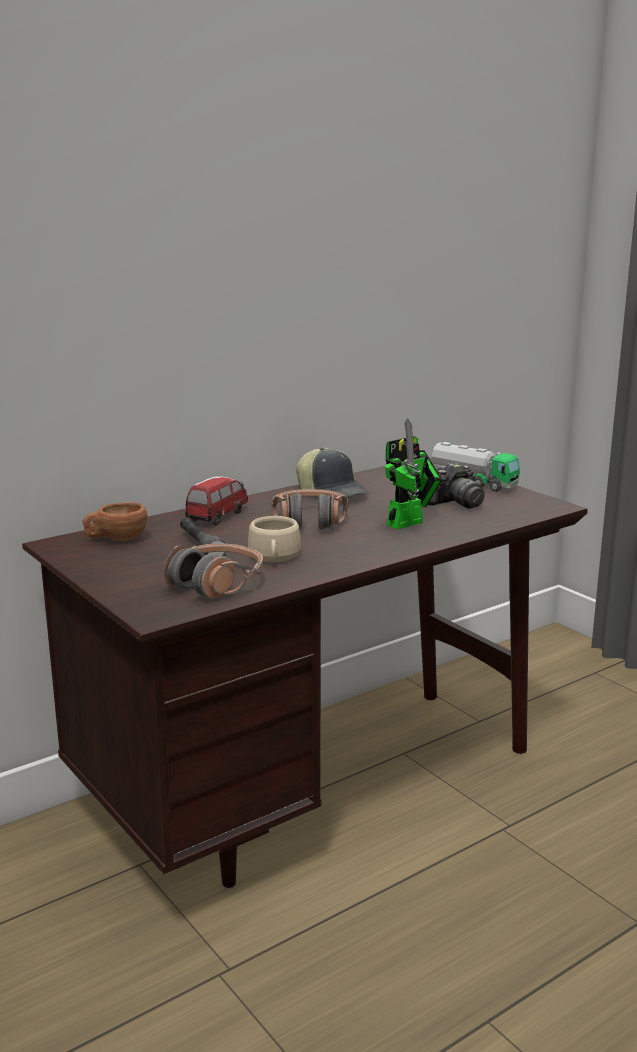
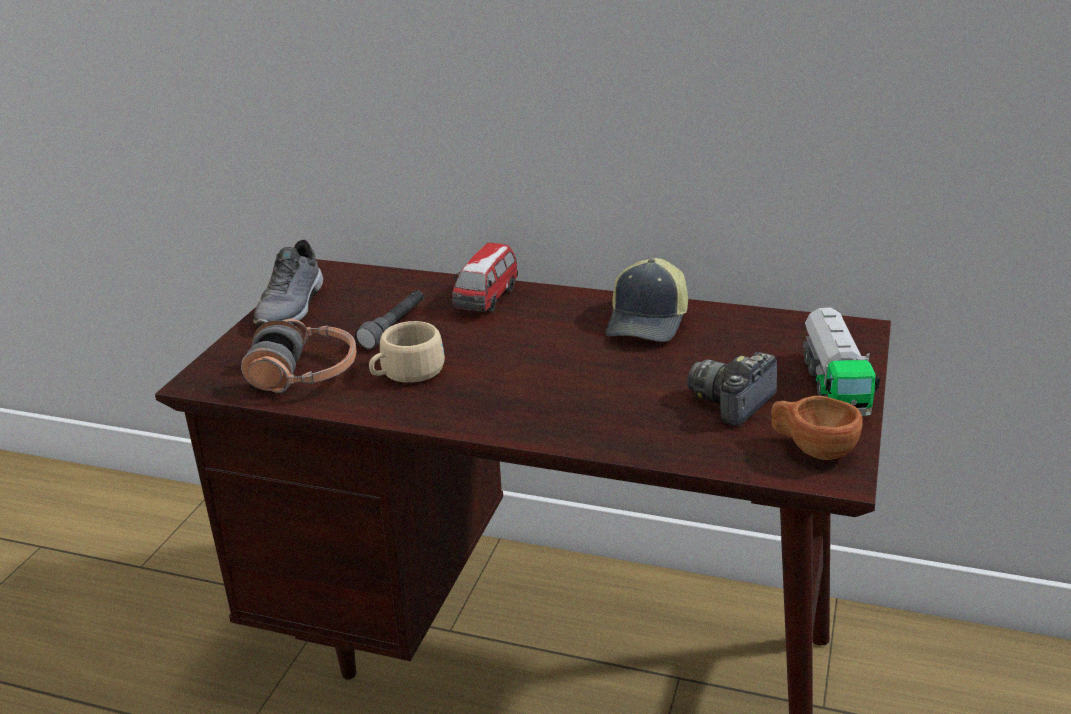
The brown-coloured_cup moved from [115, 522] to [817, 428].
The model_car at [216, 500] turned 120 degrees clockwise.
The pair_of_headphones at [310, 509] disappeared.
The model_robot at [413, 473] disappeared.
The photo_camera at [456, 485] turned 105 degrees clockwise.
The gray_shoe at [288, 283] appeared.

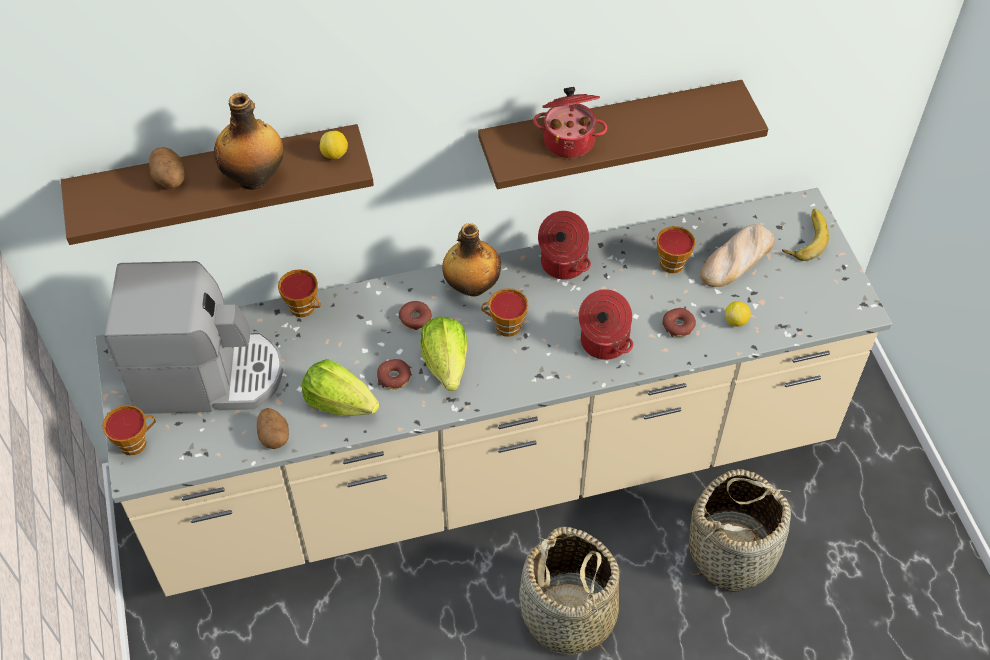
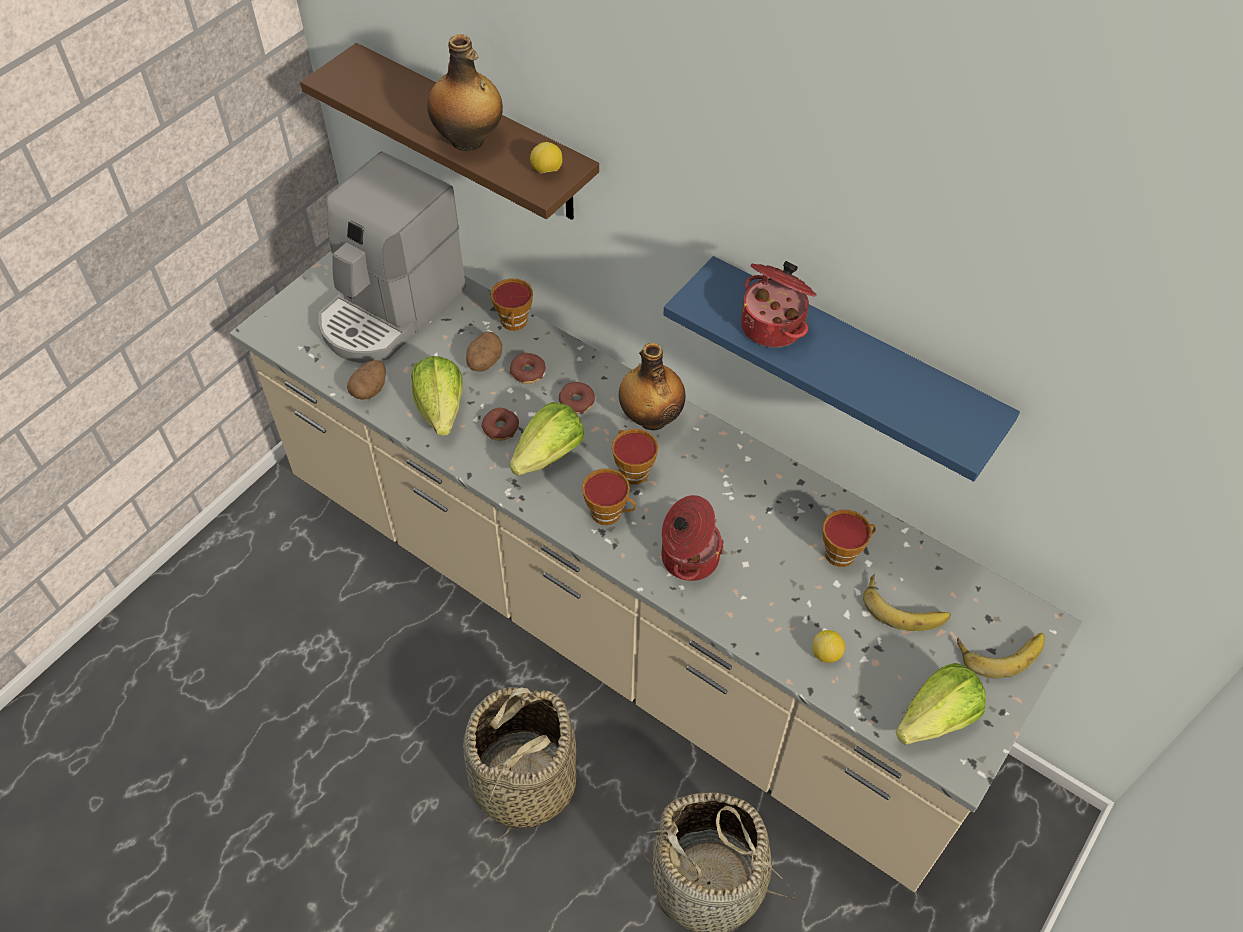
The cup moved from [129, 430] to [609, 497].
The coffee_brewer at [194, 337] turned 75 degrees clockwise.
The spud moved from [167, 168] to [484, 351].
The brown-coloured_bracket_shelf at [623, 134] became the blue-coloured_bracket_shelf at [841, 369].
The saucepot at [564, 245] disappeared.
The donut moved from [679, 322] to [527, 368].
The bakery_bread at [737, 255] was replaced by the whole_banana at [907, 602].
The lettuce at [941, 704] appeared.

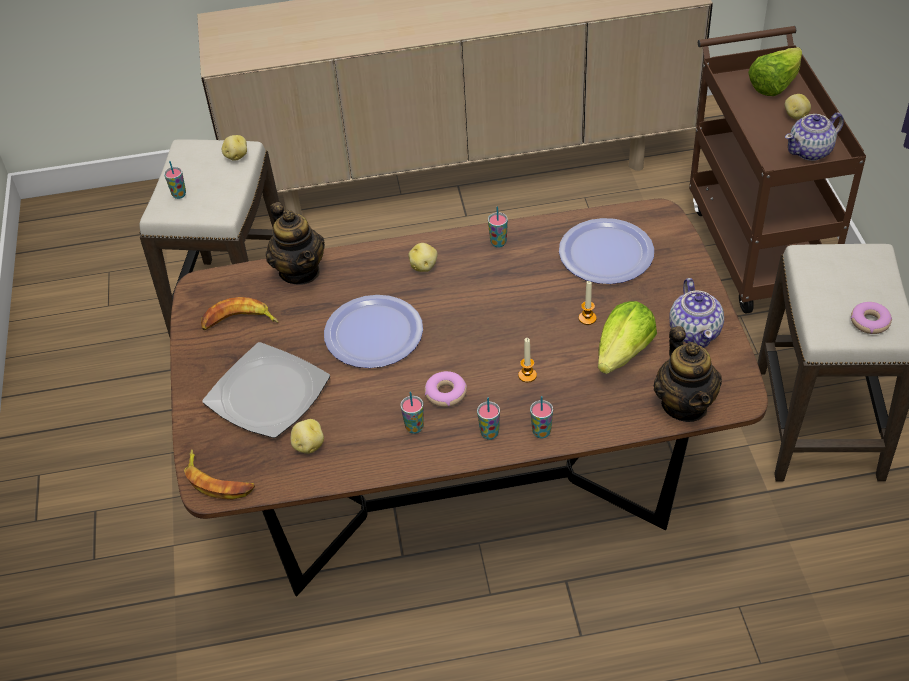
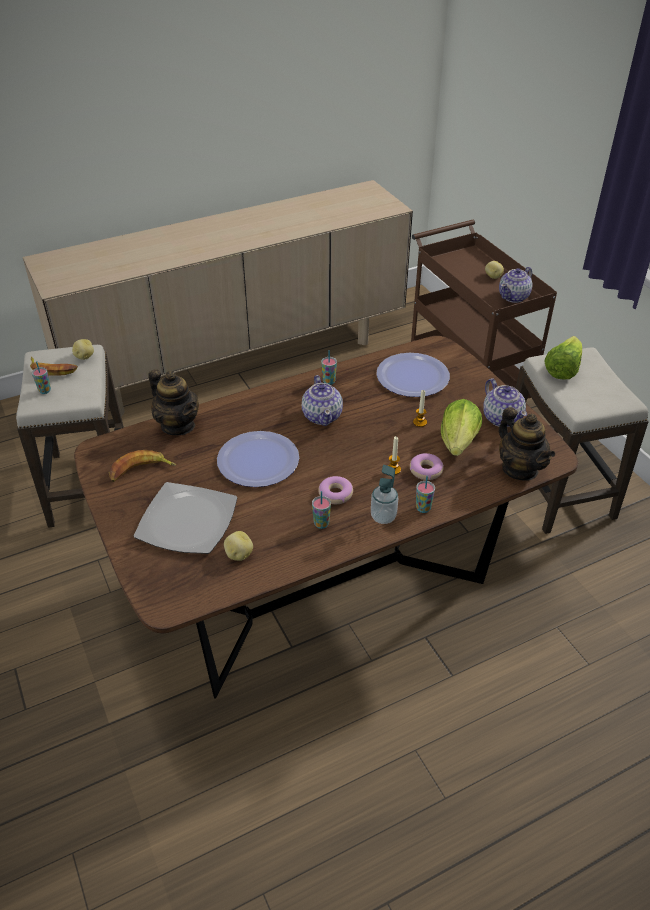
The whole_banana moved from [219, 474] to [54, 366].
The spud at [422, 257] disappeared.
The cup at [488, 419] was replaced by the soap_dispenser at [384, 494].
The lettuce moved from [775, 71] to [563, 358].
The donut moved from [871, 318] to [427, 466].
The tea_pot at [322, 400] appeared.

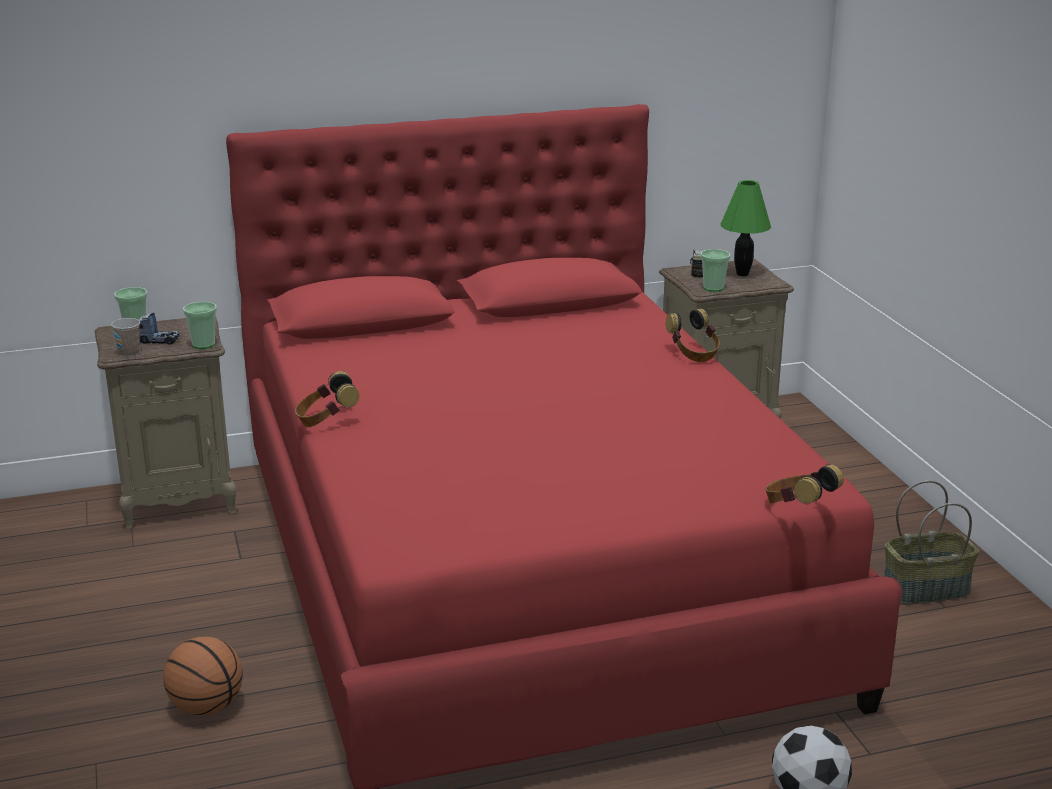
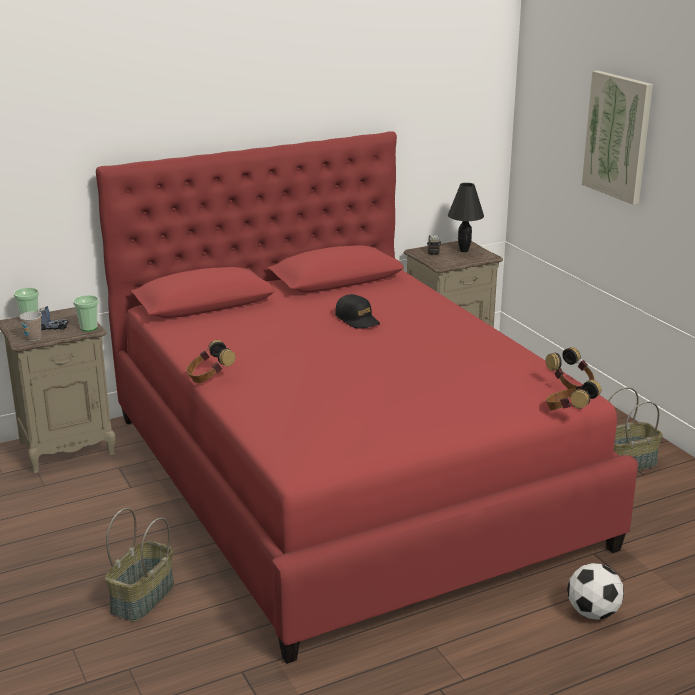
The basketball at [203, 676] was replaced by the basket at [139, 565].
The pair_of_headphones moved from [693, 335] to [570, 368].
The cup at [716, 270] disappeared.
The greenish_tabletop_lamp at [746, 228] became the blackish_tabletop_lamp at [466, 217].
The blackish_baseball_cap at [357, 311] appeared.
The picture at [617, 138] appeared.

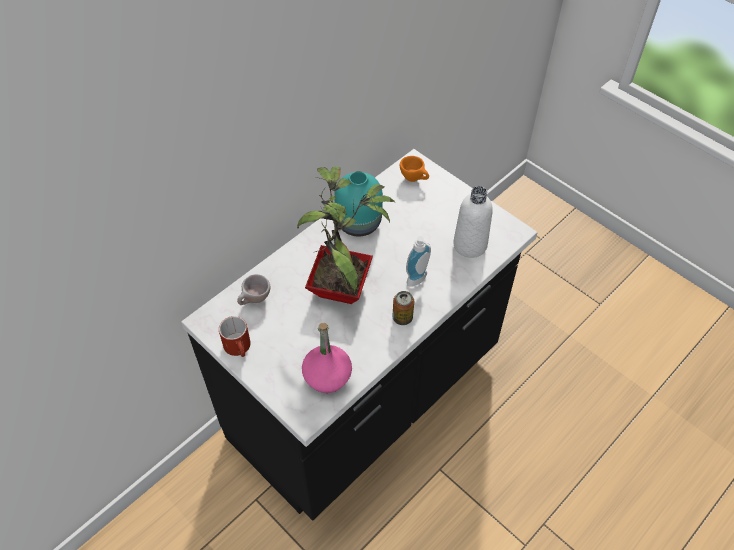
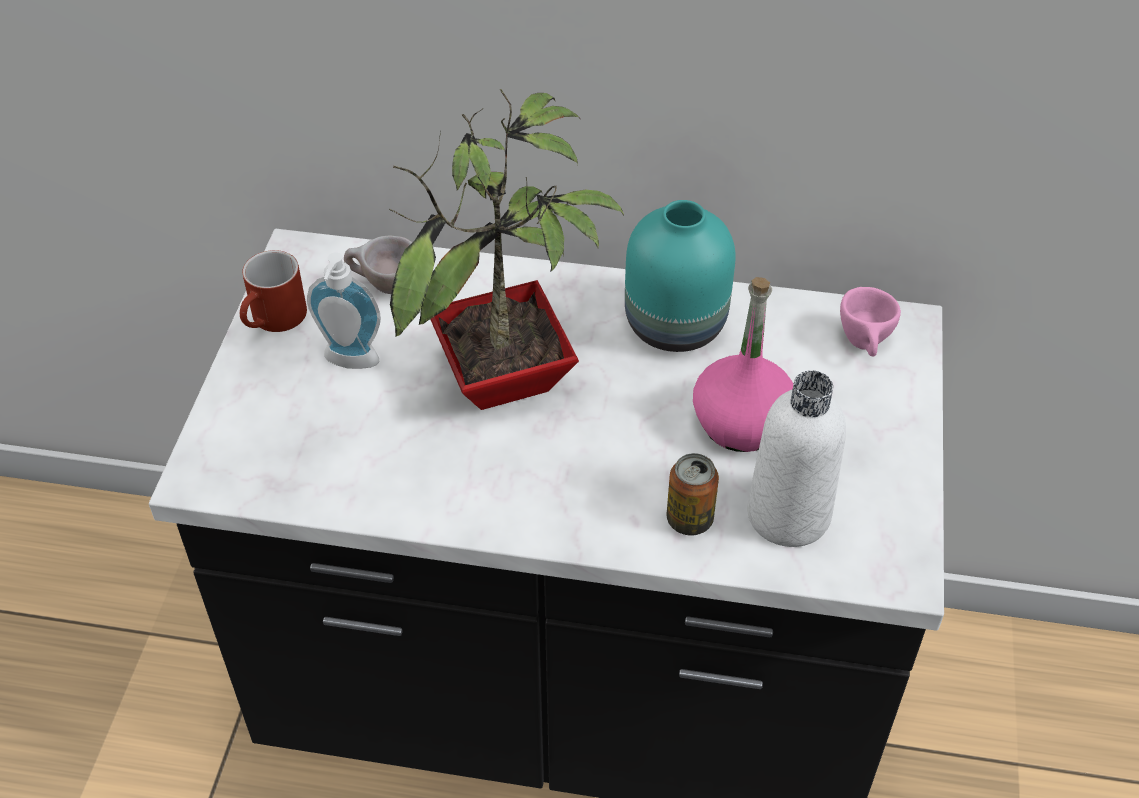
The pinkish_bottle moved from [327, 358] to [743, 364].
The sealed_can moved from [403, 308] to [693, 494].
The orange-coloured_cup at [414, 169] became the pinkish_cup at [870, 321].
The soap_dispenser moved from [418, 261] to [344, 310].

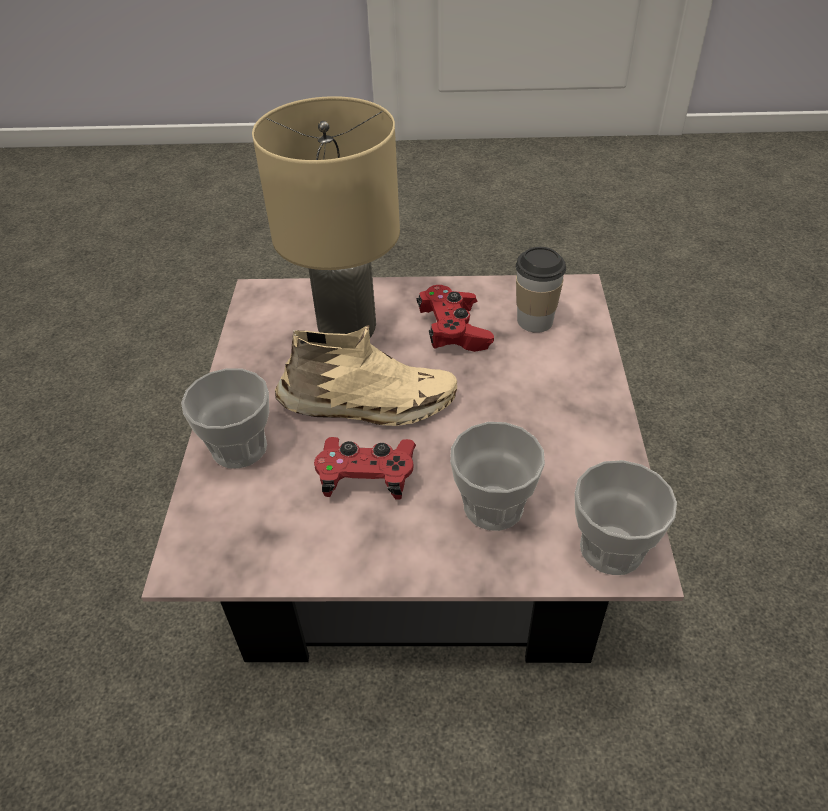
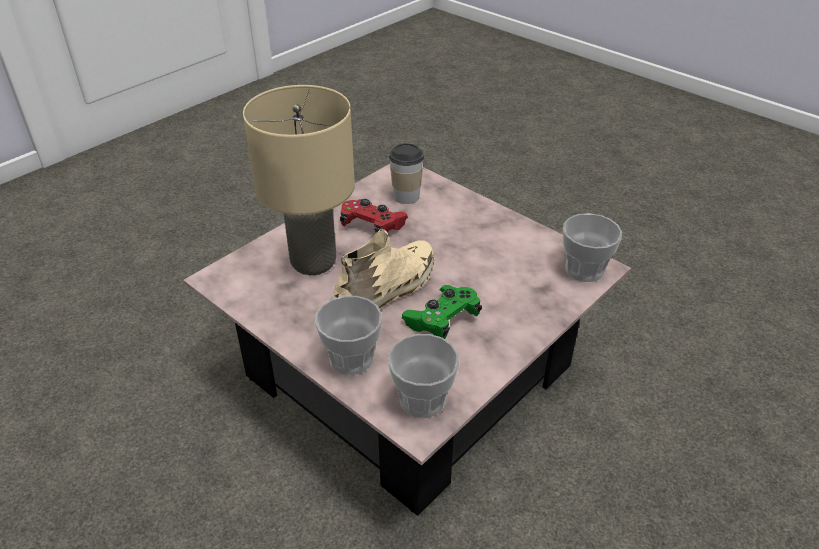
The reddish_gamepad at [365, 468] became the greenish_gamepad at [442, 312].
The cup moved from [497, 476] to [423, 376].

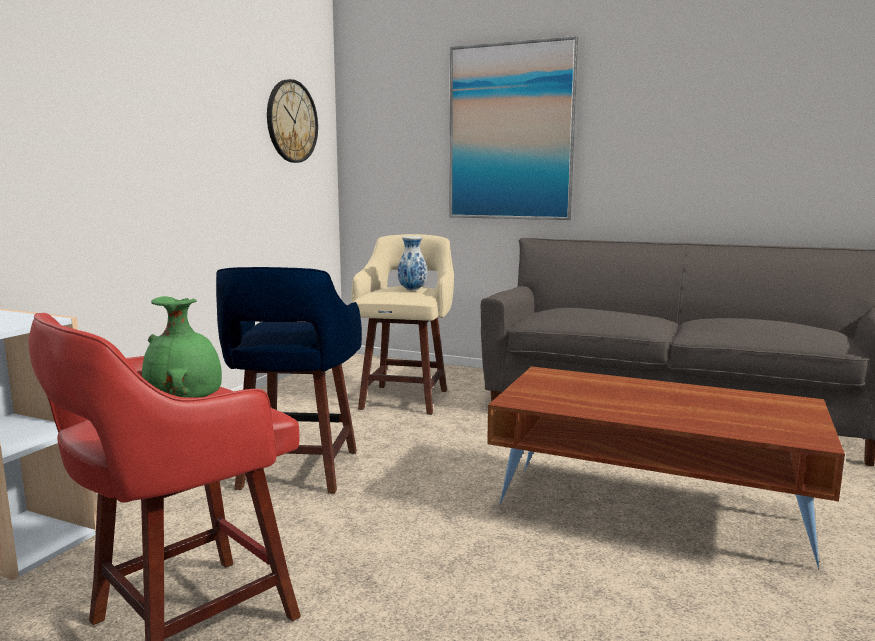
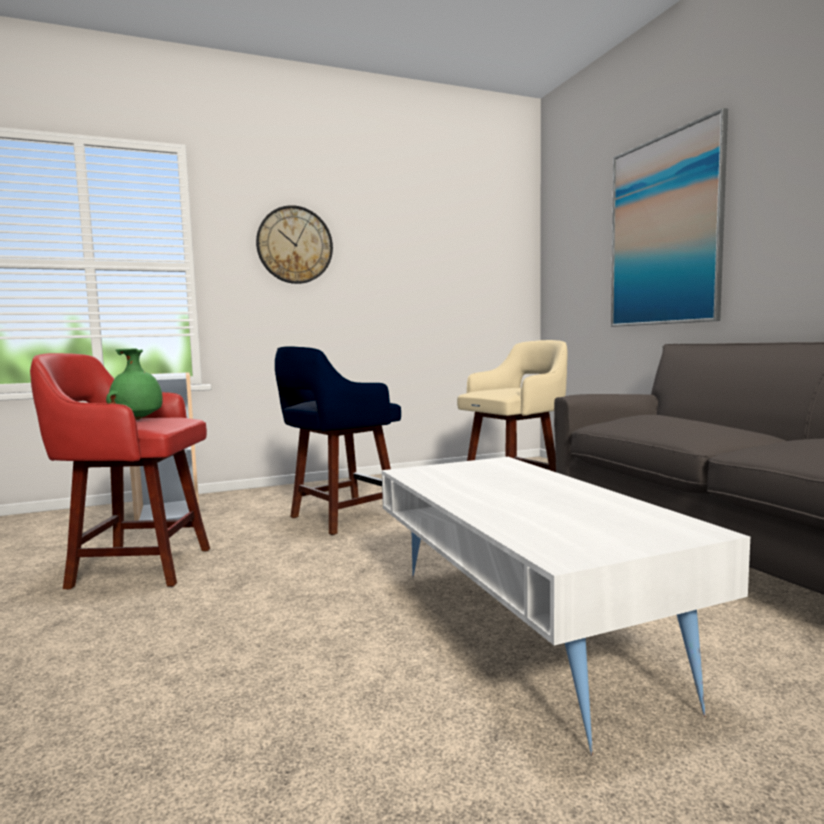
The wall_clock moved from [292, 121] to [294, 244].
The vase at [412, 263] disappeared.
The brown-coloured_low_table at [666, 467] became the white_low_table at [566, 606].

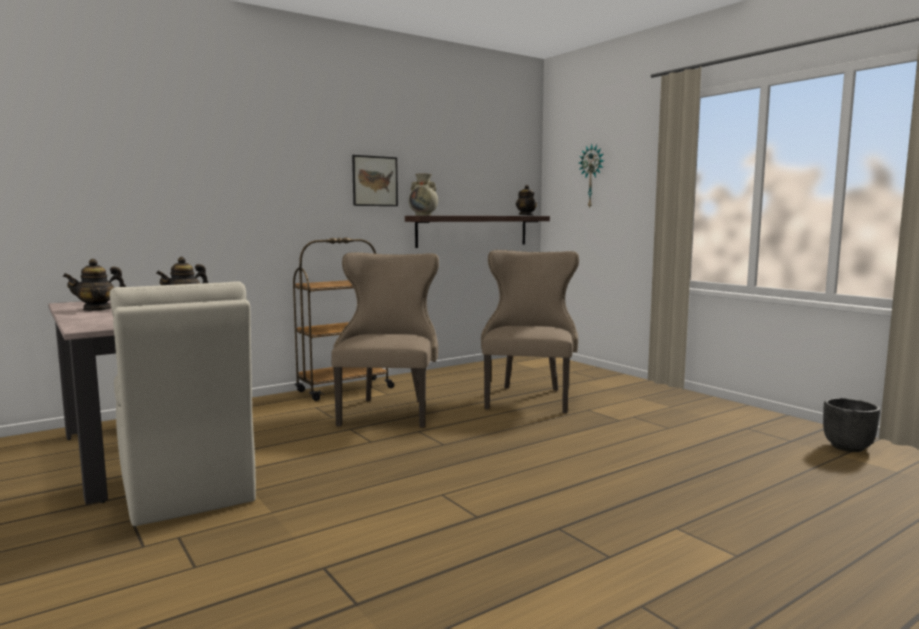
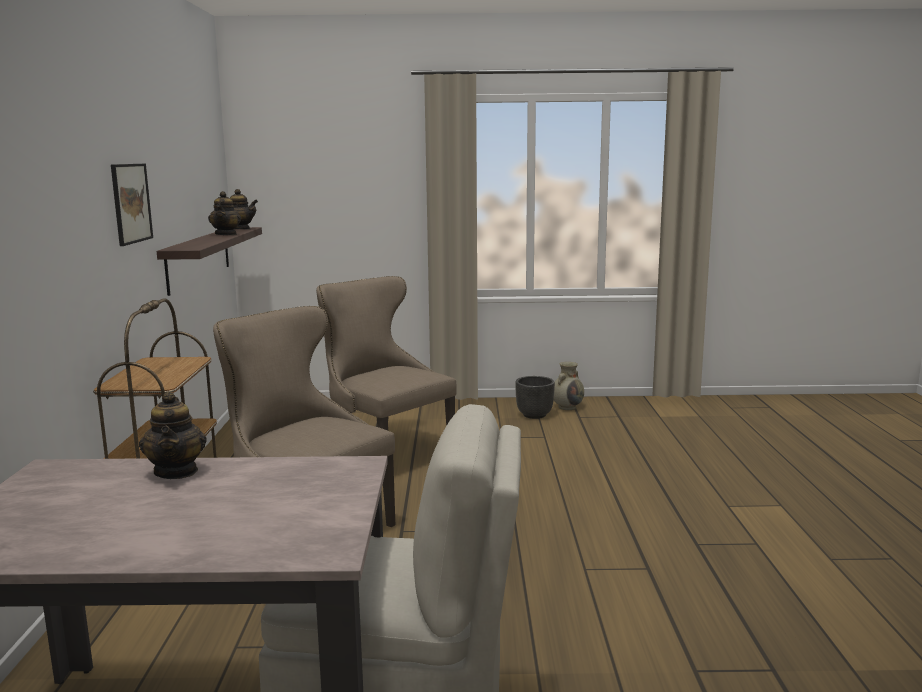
The tea_pot moved from [94, 285] to [224, 213].
The beige-coloured_vase moved from [423, 195] to [569, 386].
The wall_clock at [591, 176] disappeared.
The blackish_plant_pot moved from [851, 425] to [535, 397].

